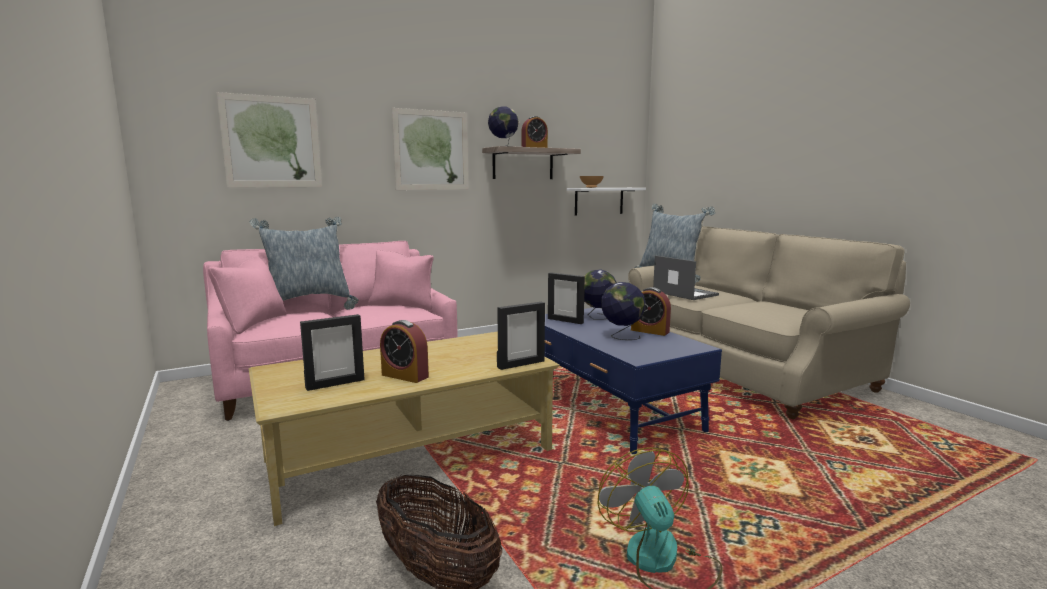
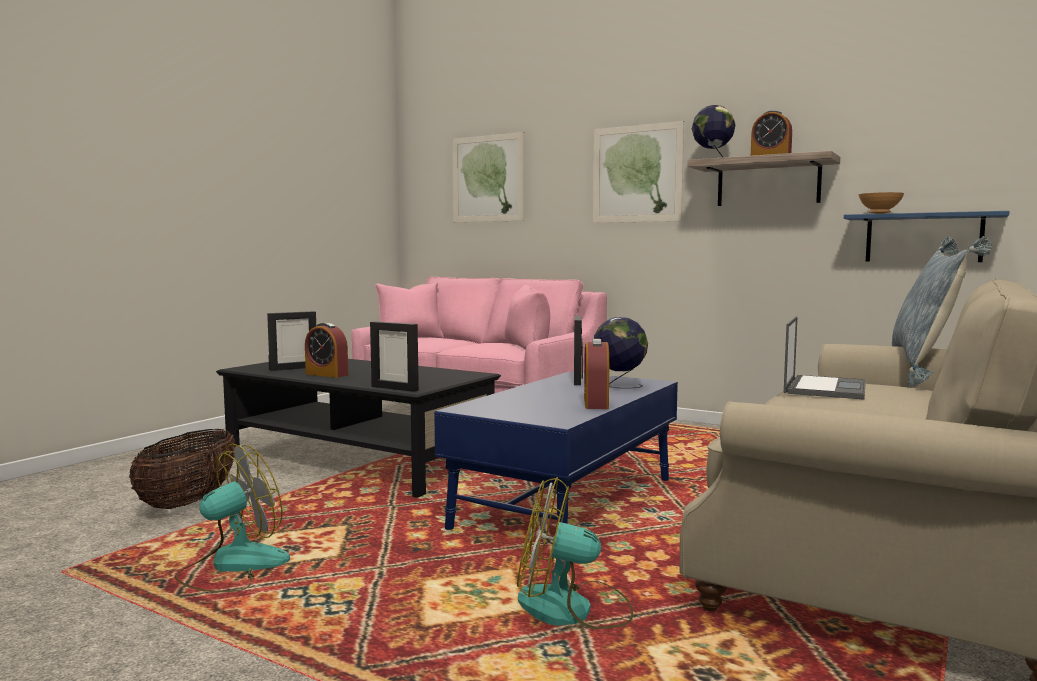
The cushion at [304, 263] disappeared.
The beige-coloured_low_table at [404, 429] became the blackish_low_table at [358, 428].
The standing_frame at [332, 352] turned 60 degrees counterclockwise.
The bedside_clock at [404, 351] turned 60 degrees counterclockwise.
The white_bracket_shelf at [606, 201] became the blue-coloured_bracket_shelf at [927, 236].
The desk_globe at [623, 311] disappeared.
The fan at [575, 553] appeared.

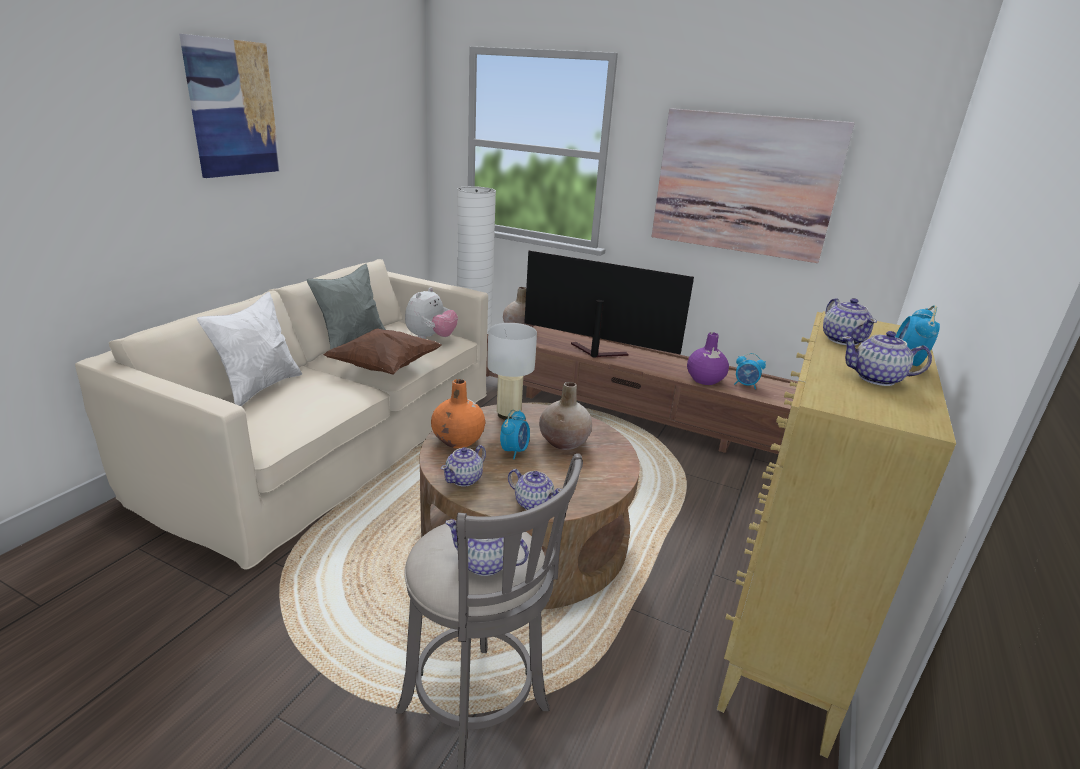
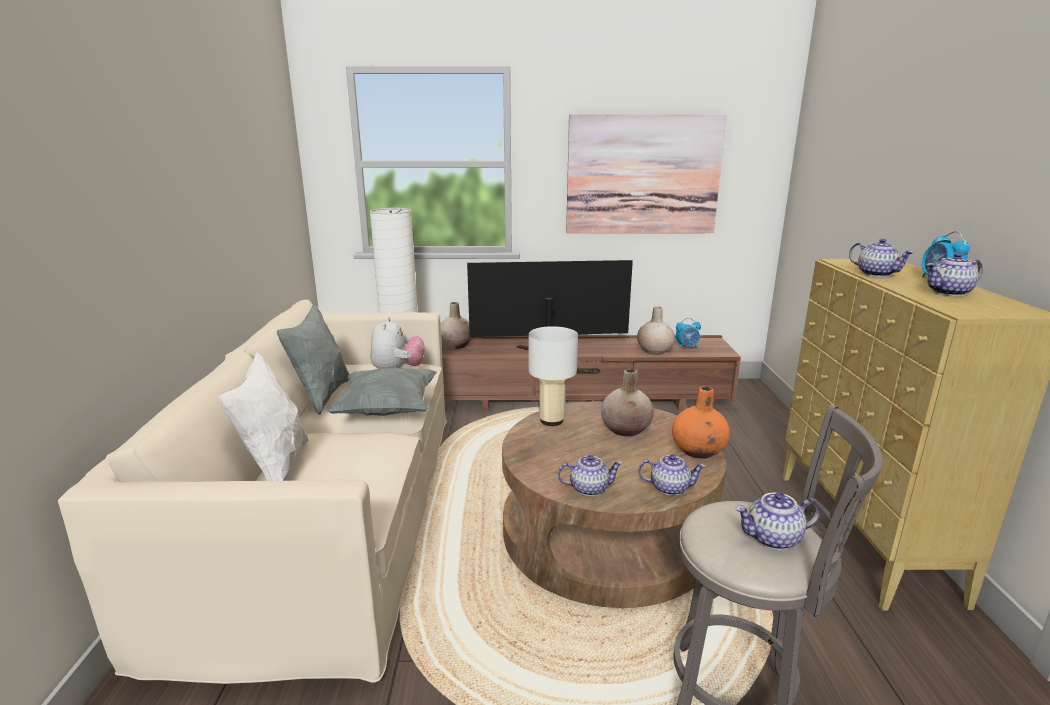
The picture at [229, 106] disappeared.
The brown-coloured_cushion at [382, 351] became the gray_cushion at [382, 391].
The orange-coloured_vase moved from [458, 413] to [701, 422].
The tea_pot at [463, 465] turned 105 degrees counterclockwise.
The bedside_clock at [515, 434] disappeared.
The purple_vase at [708, 358] became the beige-coloured_vase at [656, 330].

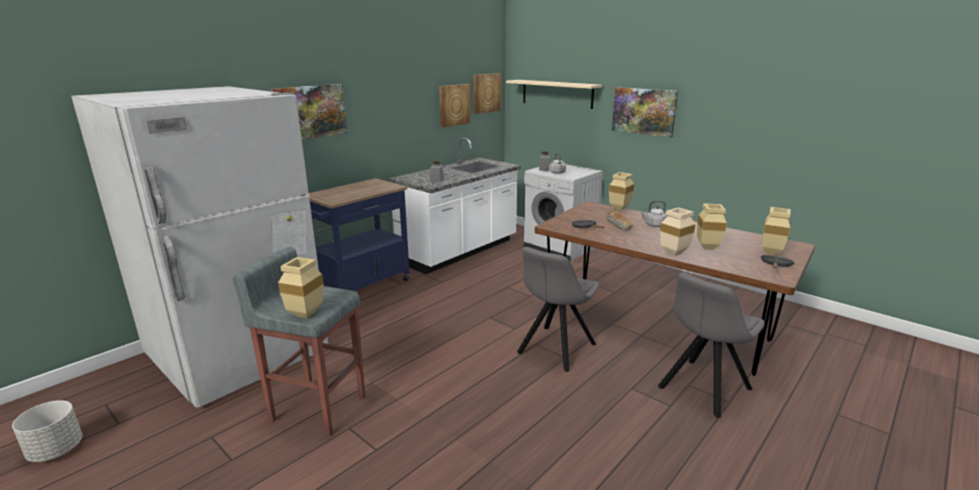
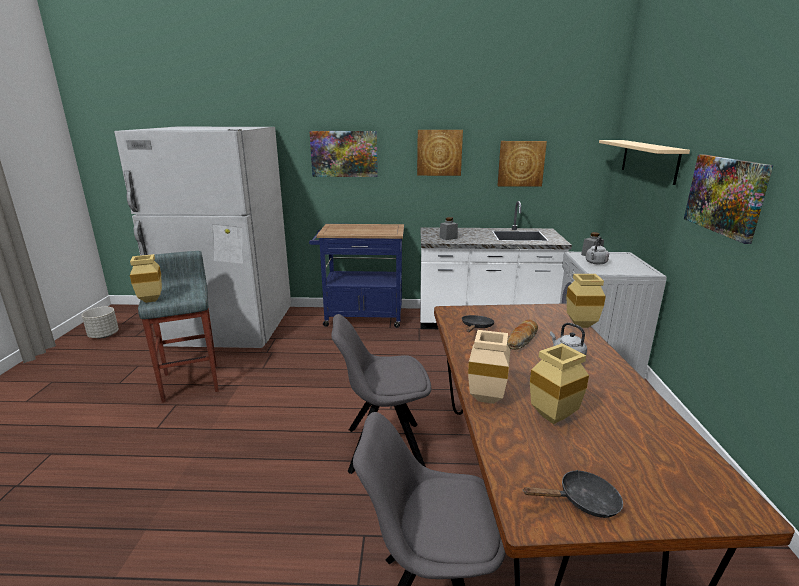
The picture moved from [487, 93] to [440, 153].
The beige-coloured_vase at [776, 231] disappeared.

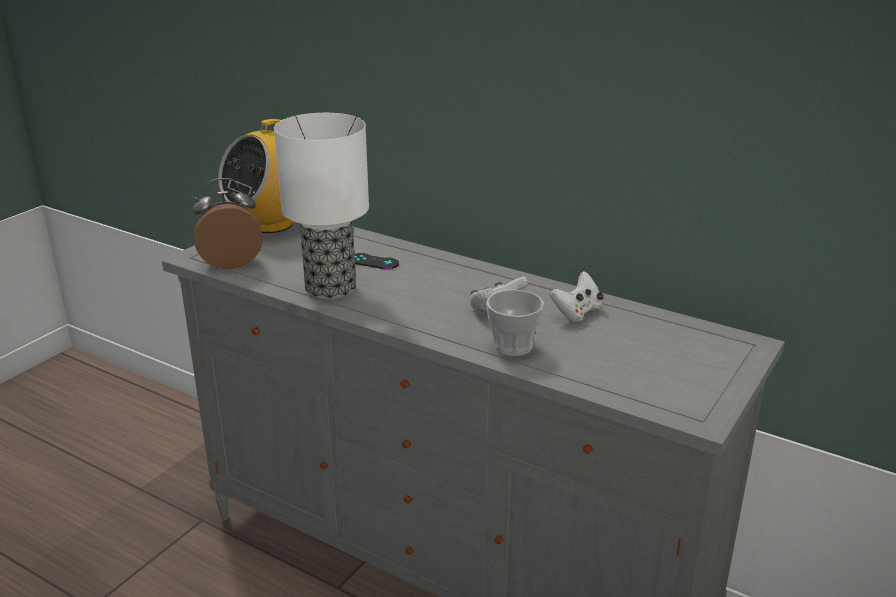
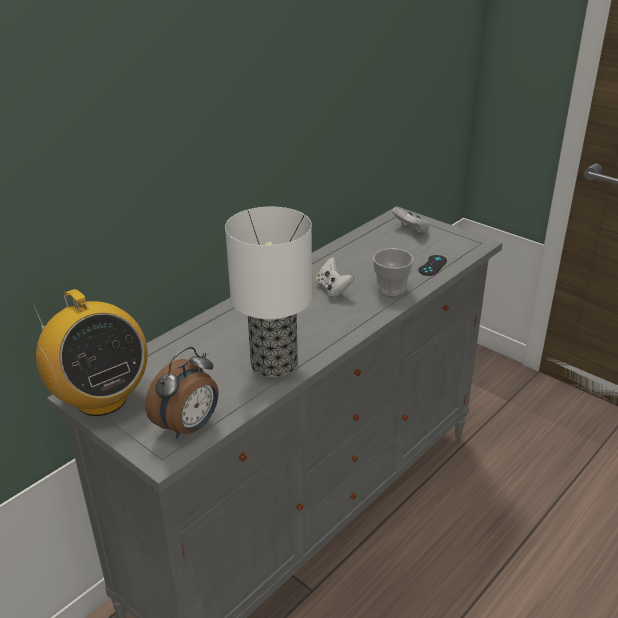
The bedside_clock at [228, 223] turned 135 degrees counterclockwise.
The blackish_gamepad moved from [377, 261] to [432, 265].
The white_gamepad moved from [576, 296] to [410, 220].

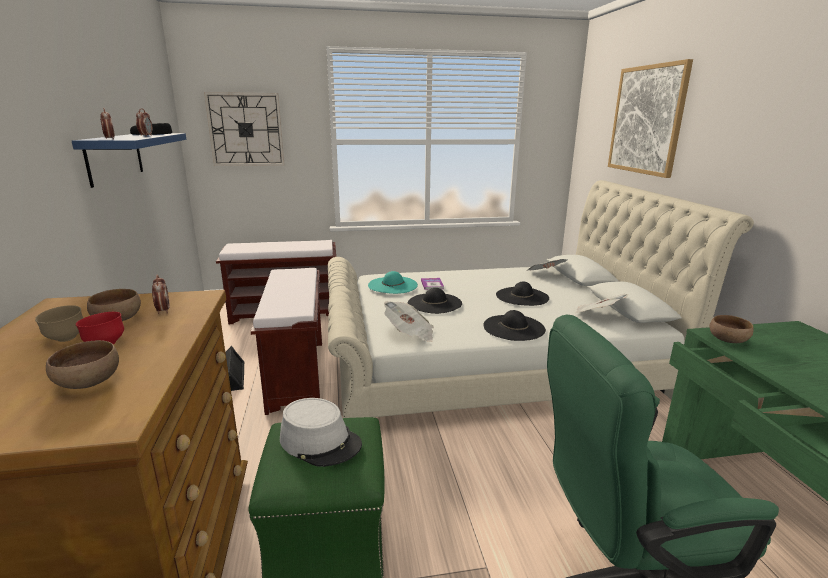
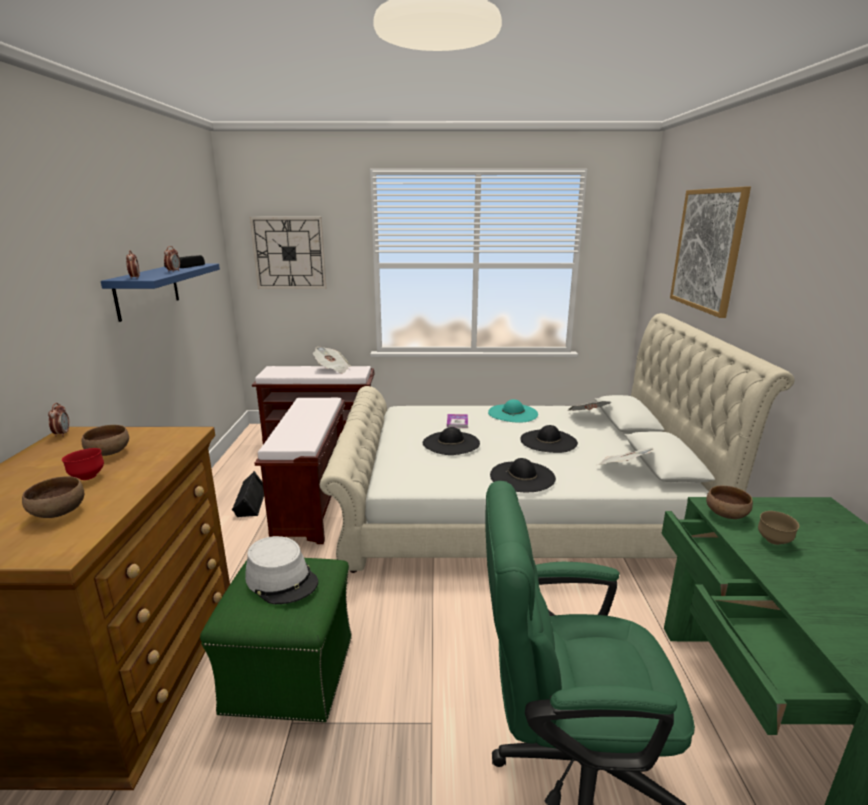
The brown-coloured_bowl moved from [59, 323] to [778, 528].
The bedside_clock moved from [161, 294] to [59, 420].
The turquoise-coloured_clothing_hat moved from [393, 282] to [513, 411].
The printed_paper moved from [409, 321] to [332, 360].

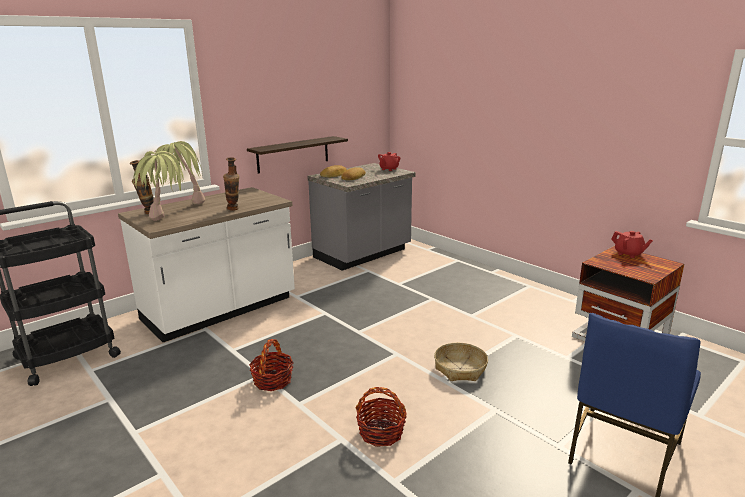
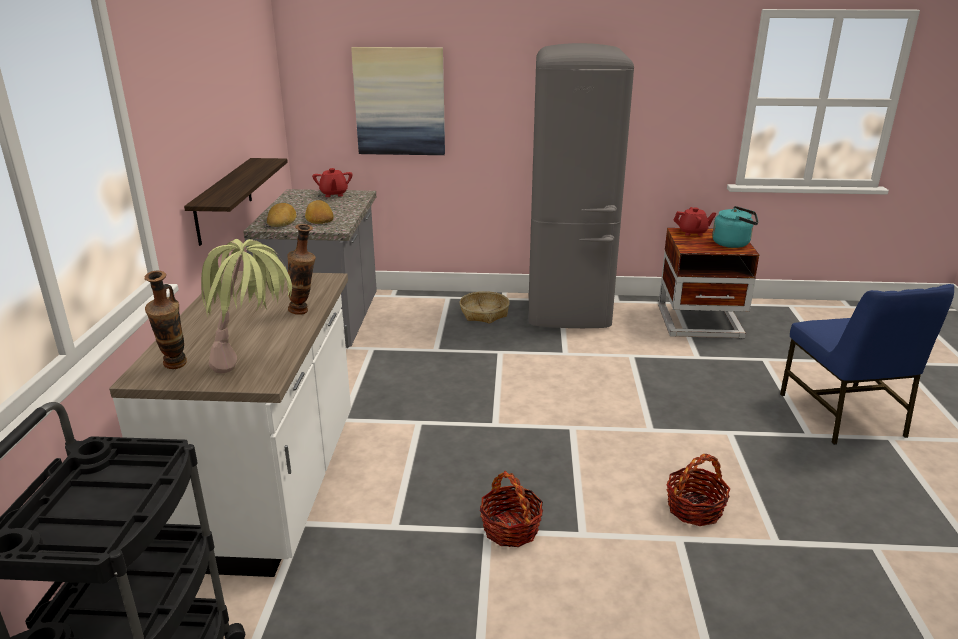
The plant_in_a_pot at [180, 172] disappeared.
The basket moved from [461, 362] to [485, 307].
The picture at [398, 101] appeared.
The gray_kitchen_fridge at [581, 185] appeared.
The turquoise-coloured_kettle at [735, 227] appeared.

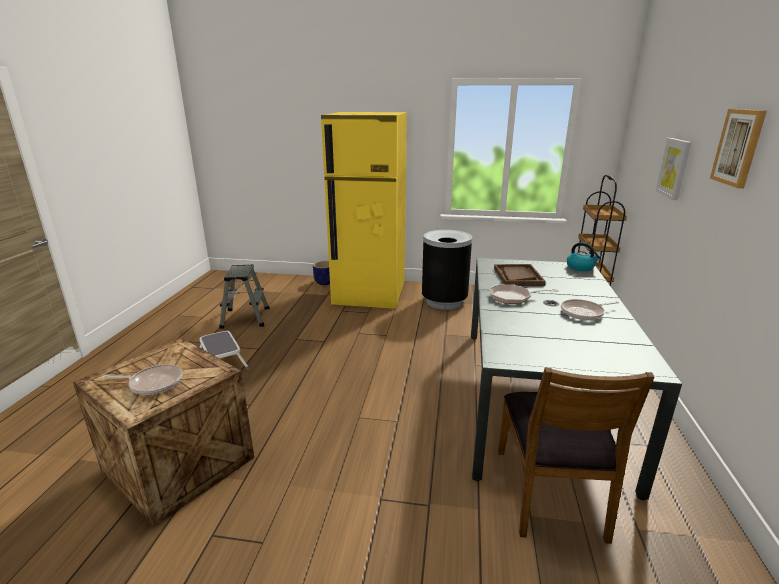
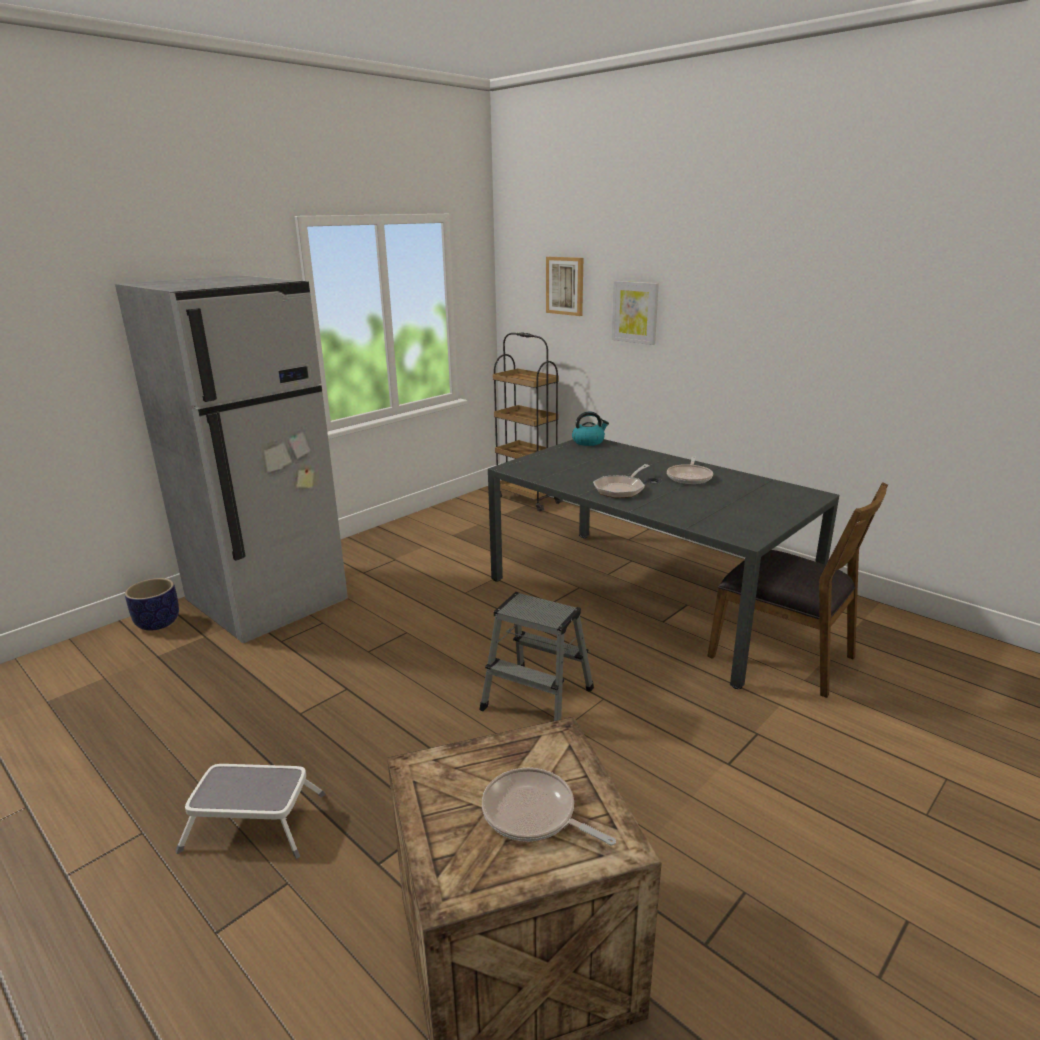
The pan at [143, 379] turned 90 degrees counterclockwise.
The gray_step_stool moved from [244, 297] to [536, 656].
The yellow_kitchen_fridge at [364, 210] became the gray_kitchen_fridge at [231, 459].
The blackish_trash_can at [447, 270] disappeared.
The brown-coloured_carrying_tray at [520, 275] disappeared.
The picture moved from [738, 148] to [564, 286].

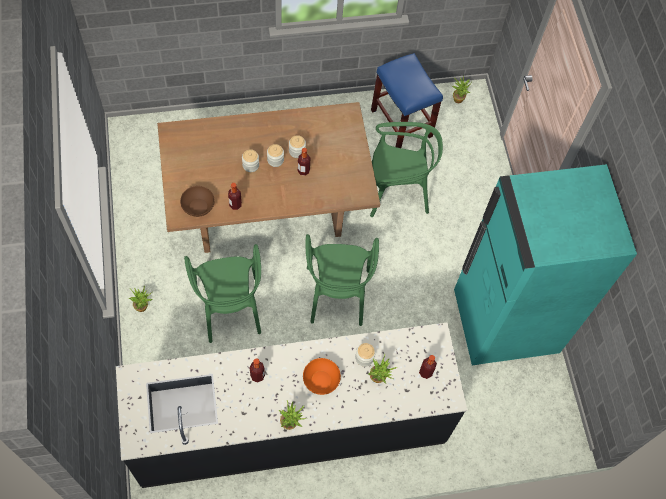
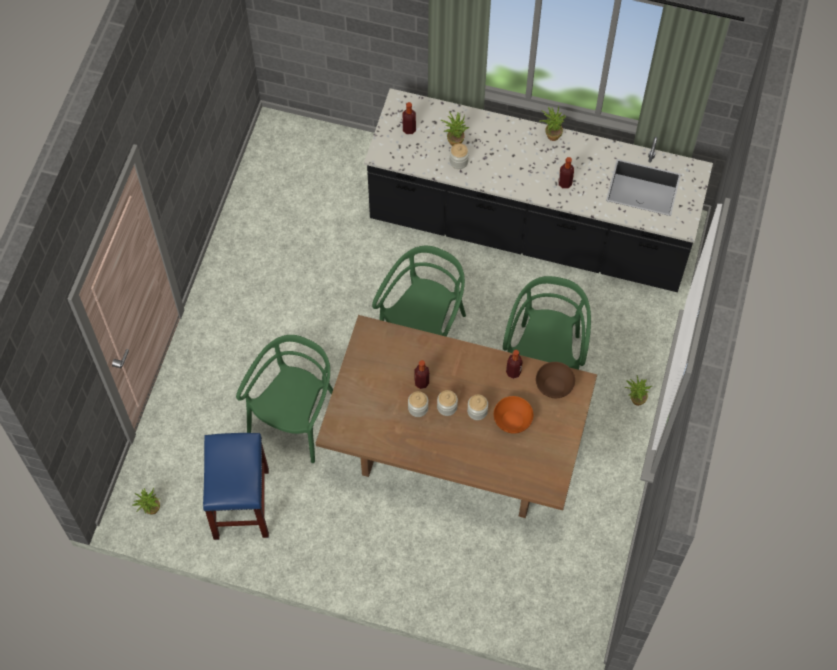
The orange-coloured_bowl moved from [322, 376] to [513, 414].
The greenish_chair at [406, 169] turned 90 degrees clockwise.
The turquoise-coloured_kitchen_fridge at [545, 264] disappeared.

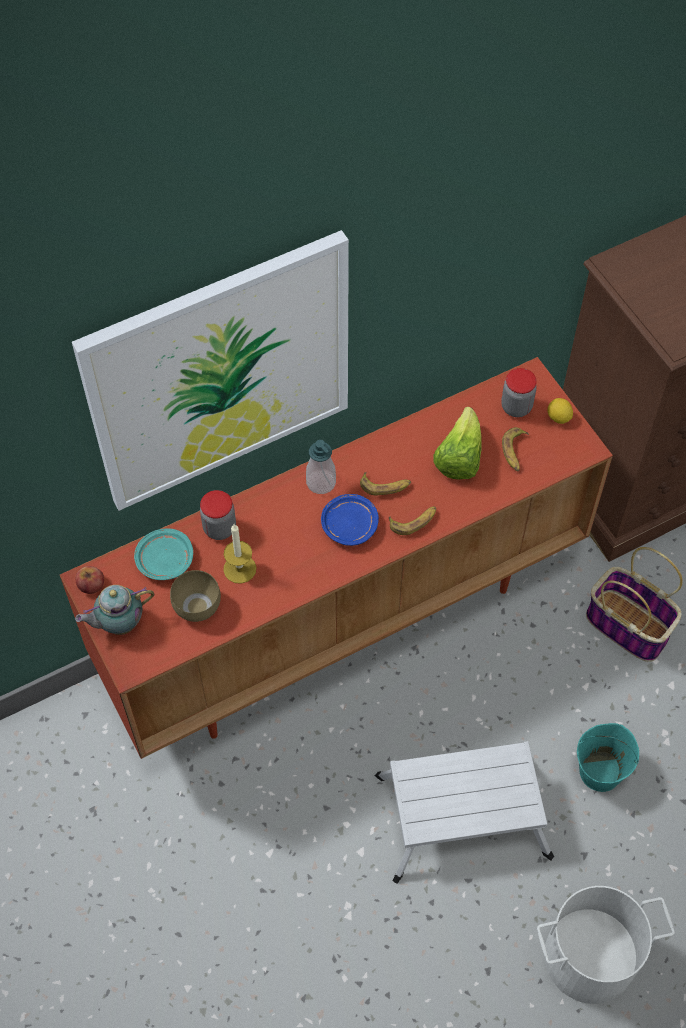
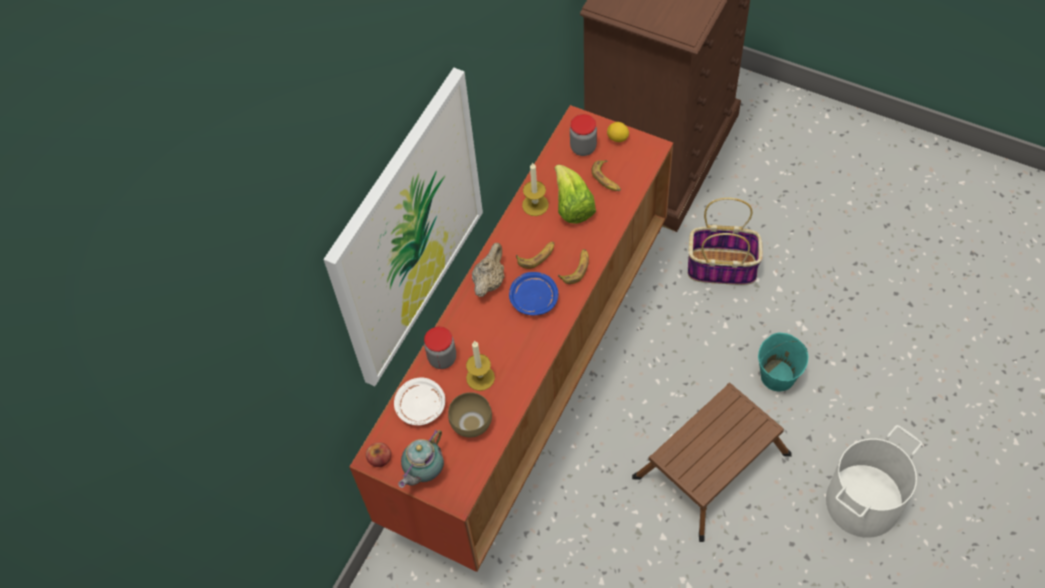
The turquoise-coloured_plate at [163, 554] became the white_plate at [419, 401].
The soap_dispenser at [321, 467] was replaced by the beige-coloured_tea_pot at [488, 270].
The white_step_stool at [464, 812] became the brown-coloured_step_stool at [712, 462].
The candle at [535, 189] appeared.

